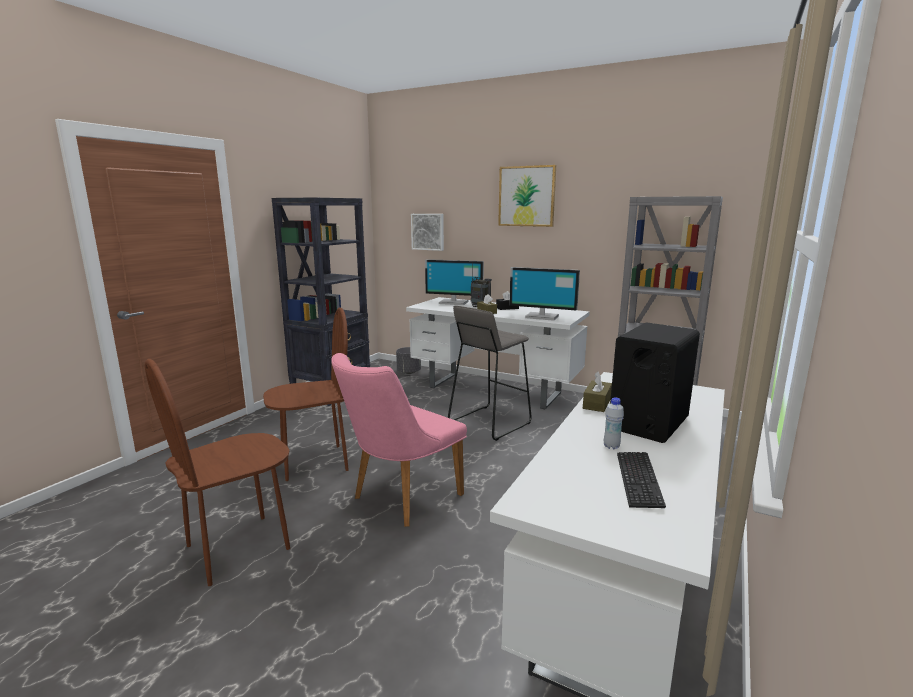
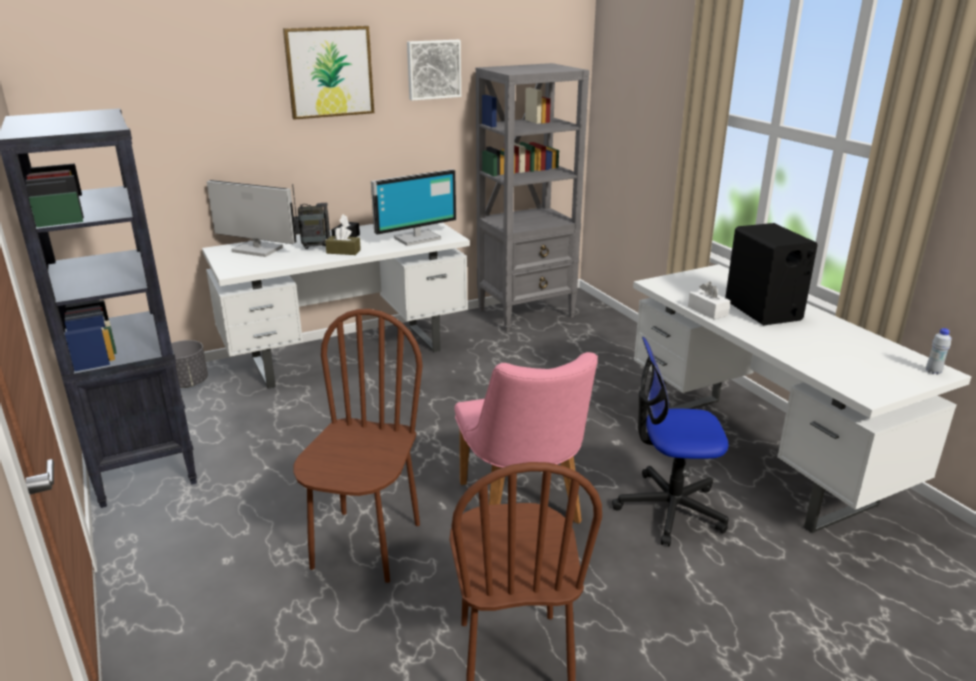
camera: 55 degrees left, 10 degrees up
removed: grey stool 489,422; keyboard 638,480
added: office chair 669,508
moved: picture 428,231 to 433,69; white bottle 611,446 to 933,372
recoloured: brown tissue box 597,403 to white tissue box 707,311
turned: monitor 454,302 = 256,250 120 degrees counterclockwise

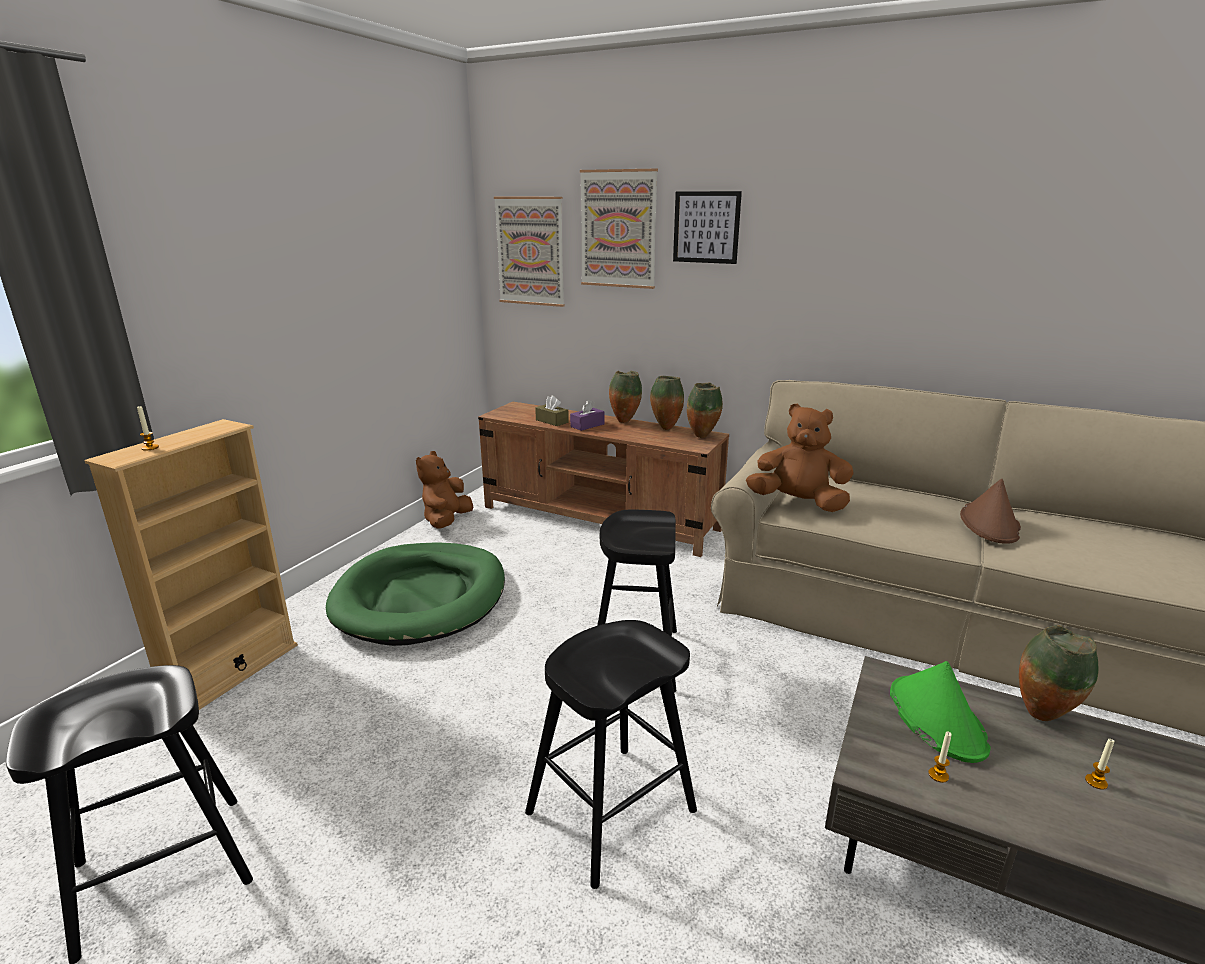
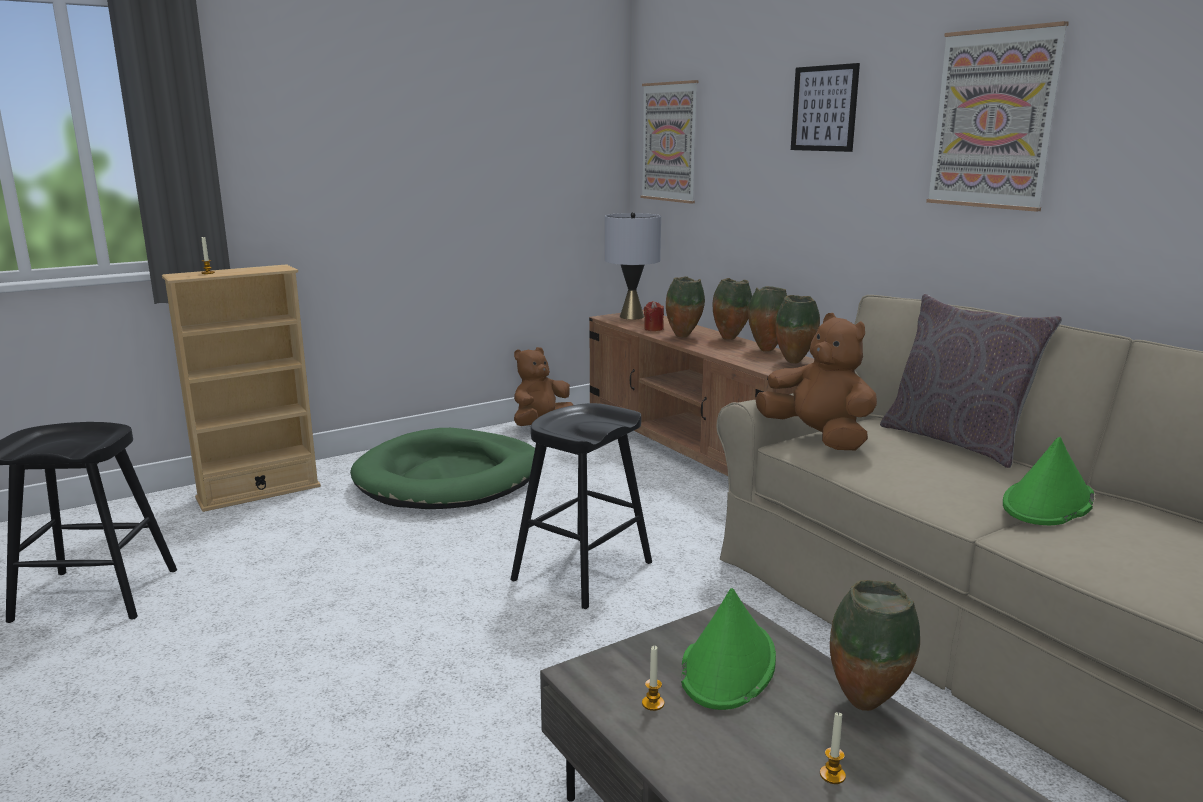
camera: 30 degrees right, 5 degrees down
removed: black stool 610,812
added: grey table lamp 632,317; grey pillow 955,441
moved: picture 618,229 to 993,119
replaced: brown tissue box 552,421 to red candle 653,329; purple tissue box 587,425 to vase 684,337
recoloured: brown hat 989,524 to green hat 1047,503

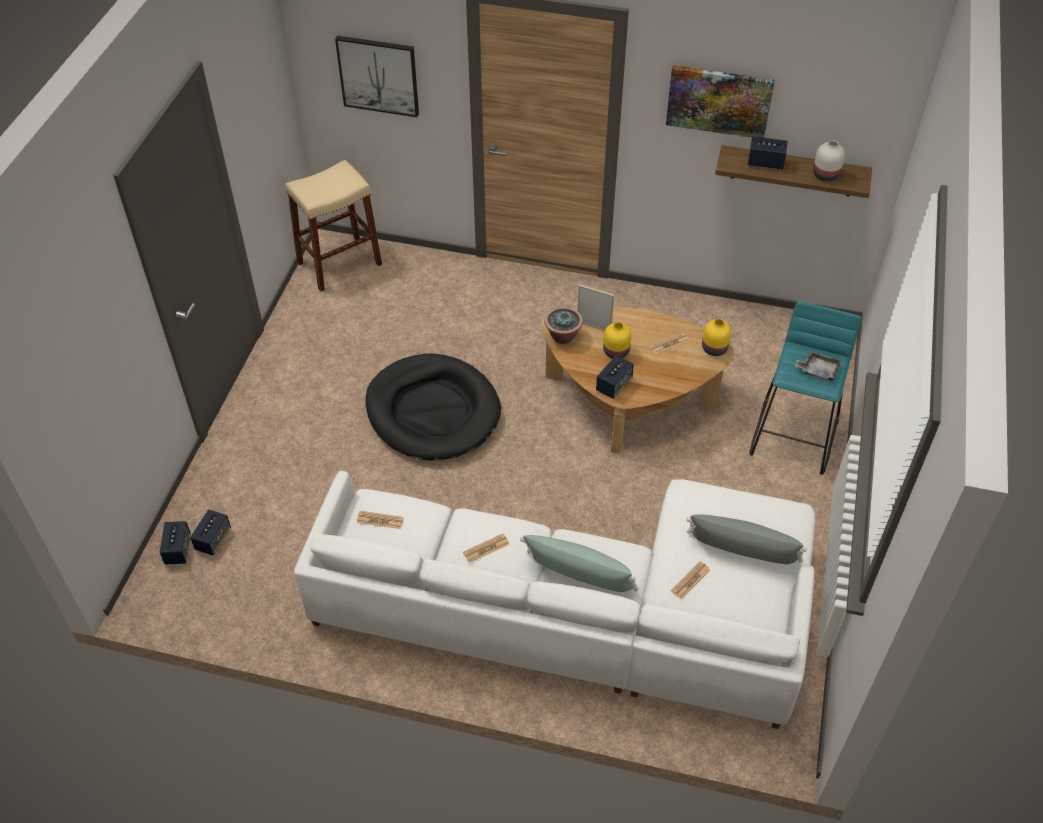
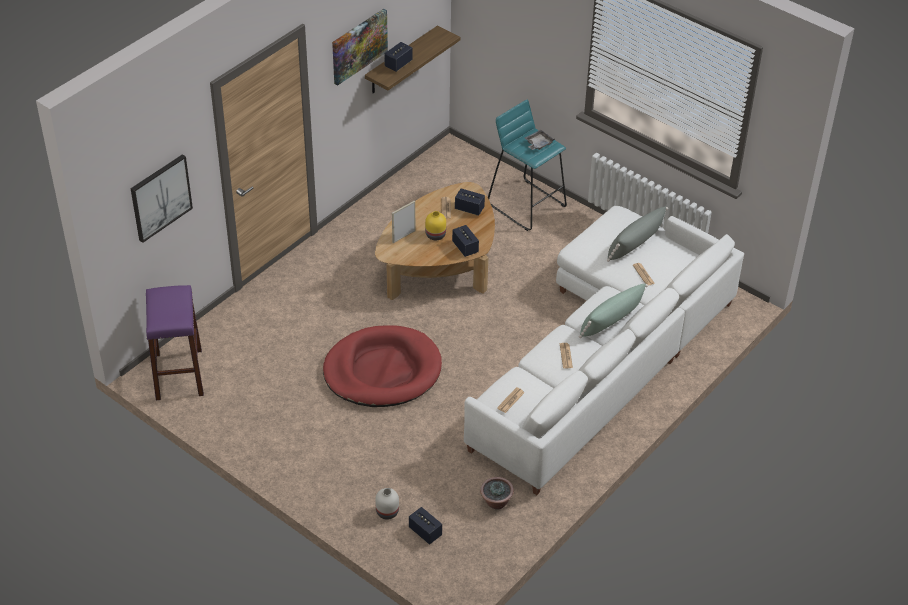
camera: 65 degrees left, 5 degrees down
removed: yellow vase 715,348
moved: white vase 826,175 to 388,512; potted plant 562,336 to 496,502; speaker 178,550 to 469,209
recoloured: beige stool 339,264 to purple stool 179,374; black dog bed 432,411 to red dog bed 382,371

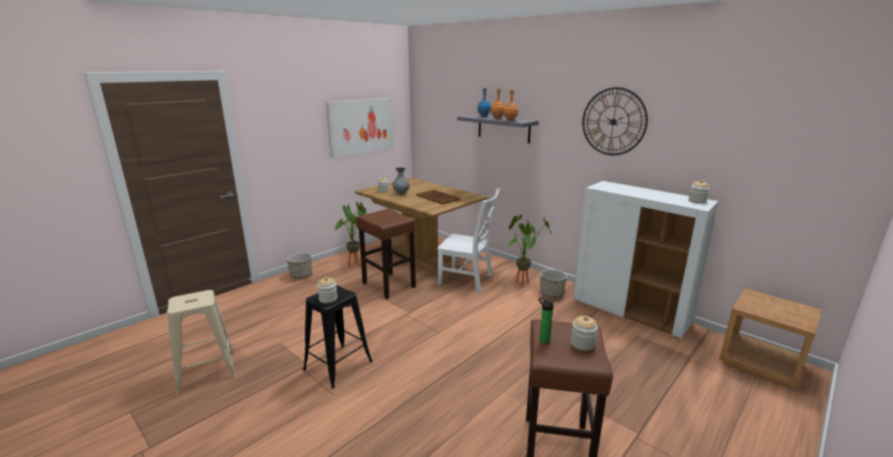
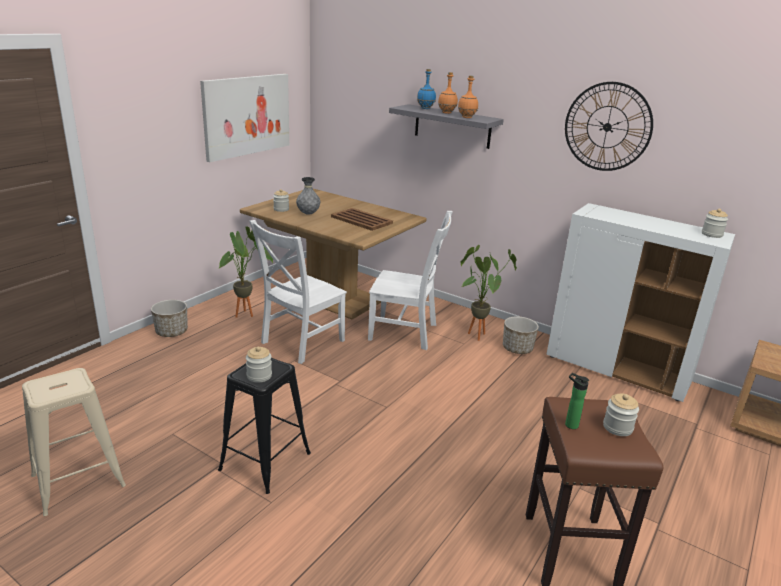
camera: 10 degrees left, 5 degrees up
replaced: brown stool 388,285 to white chair 300,343

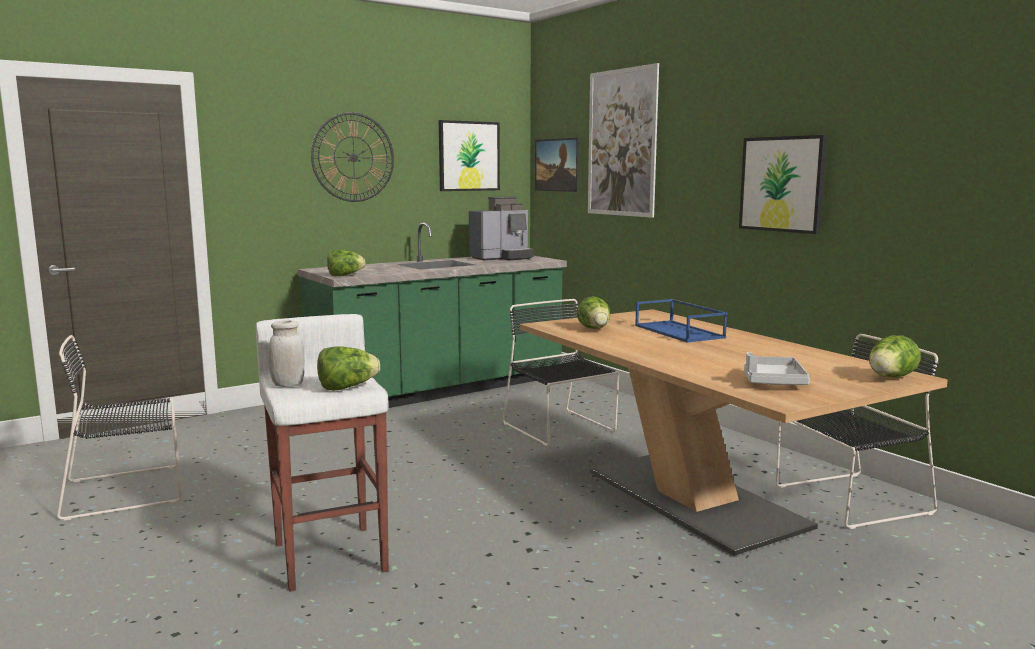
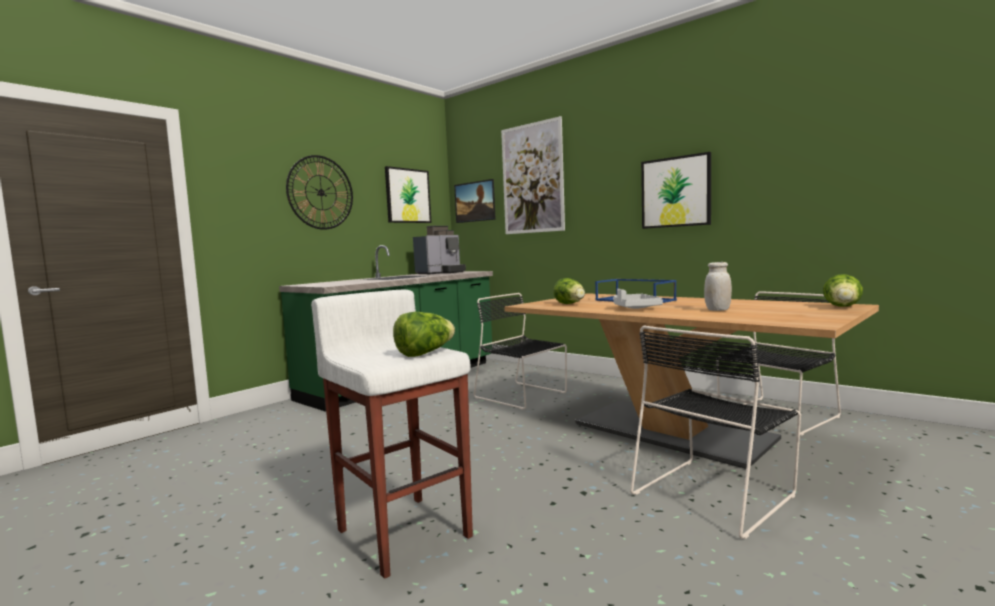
camera: 15 degrees left, 5 degrees down
removed: lettuce 345,275
moved: white jar 288,385 to 717,310; black chair 129,490 to 715,493; grey tray 772,381 to 634,308

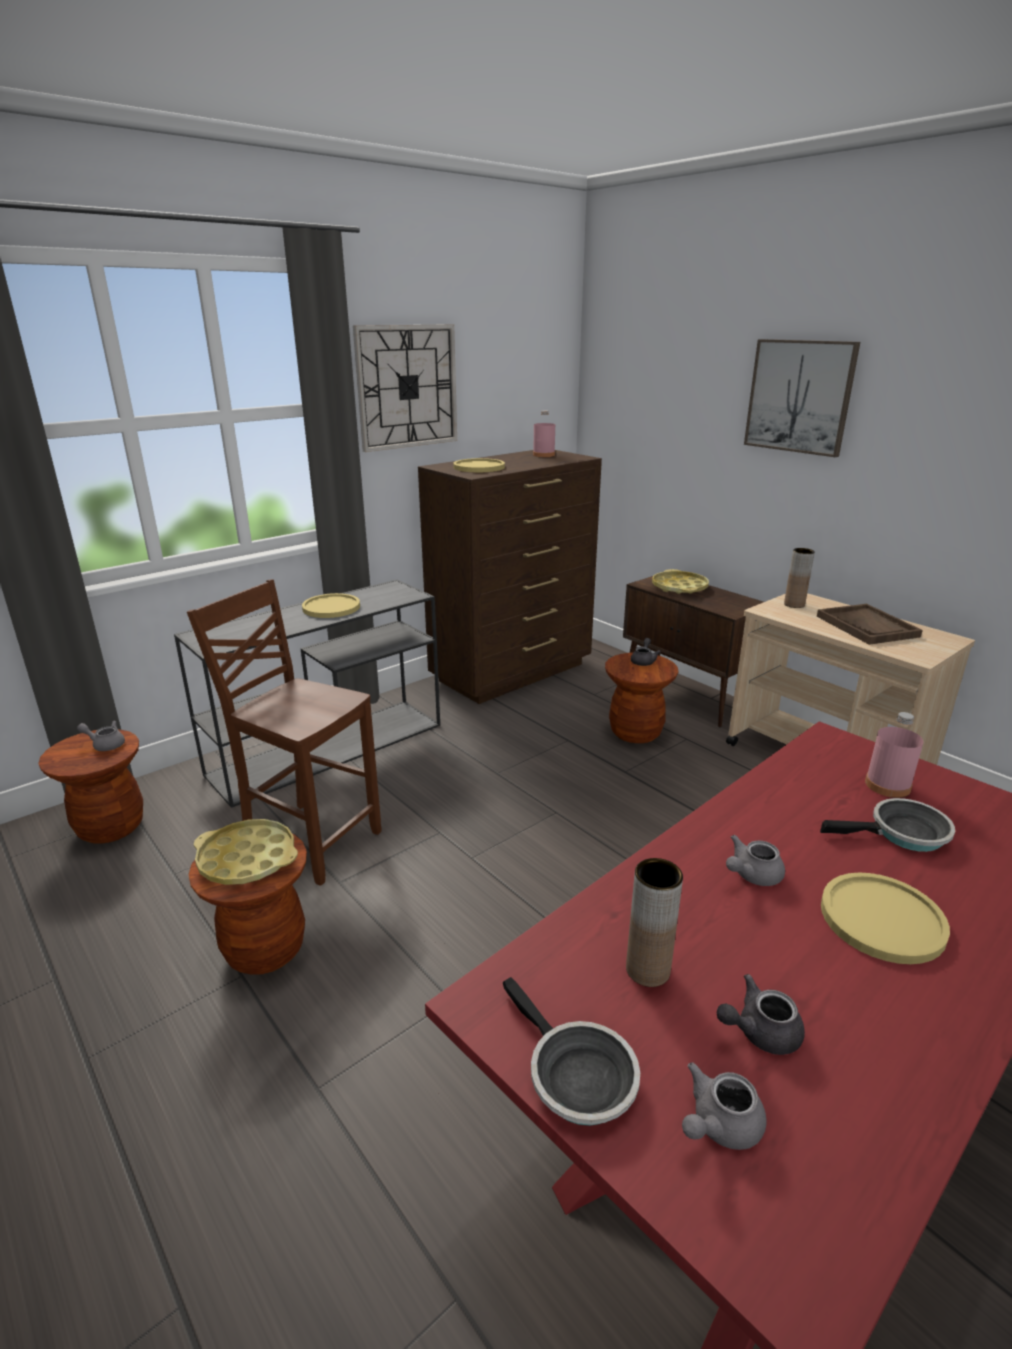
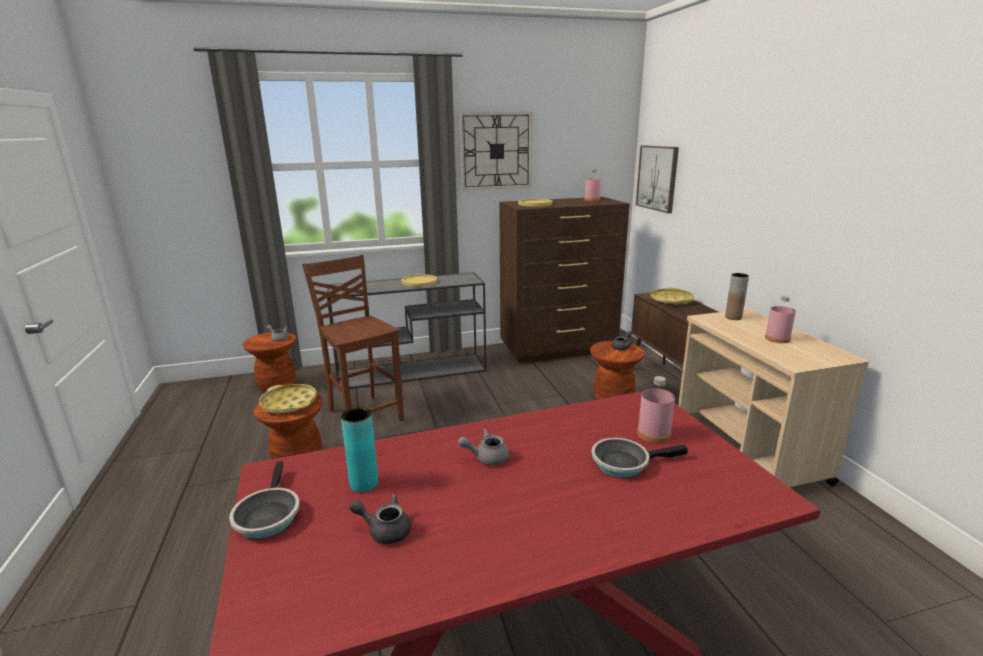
camera: 25 degrees right, 5 degrees down
removed: yellow plate 882,919; grey teapot 719,1125
moved: picture 799,396 to 657,178
replaced: brown tray 867,626 to pink bottle 777,339
recoloured: brown vase 647,970 to turquoise vase 364,483
turned: frying pan 903,833 = 624,463 150 degrees clockwise

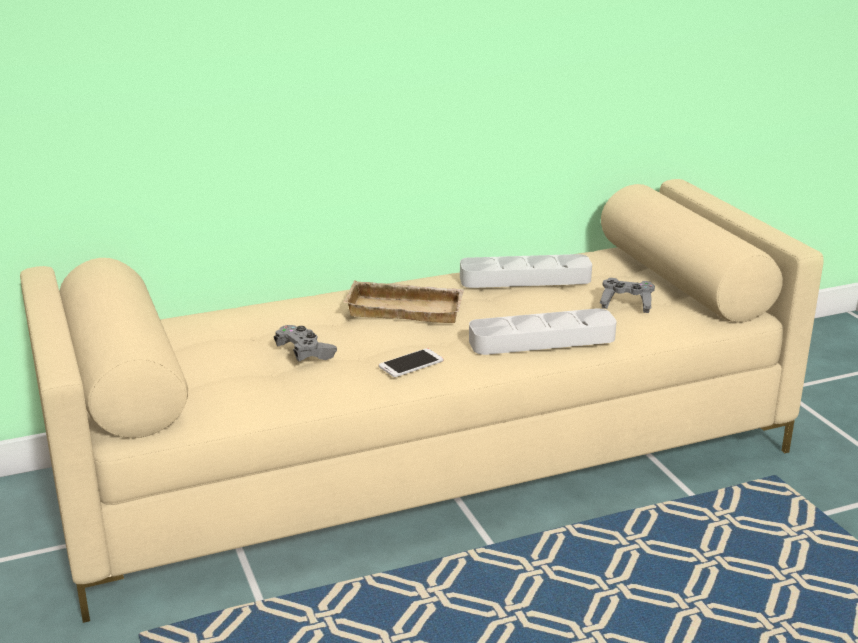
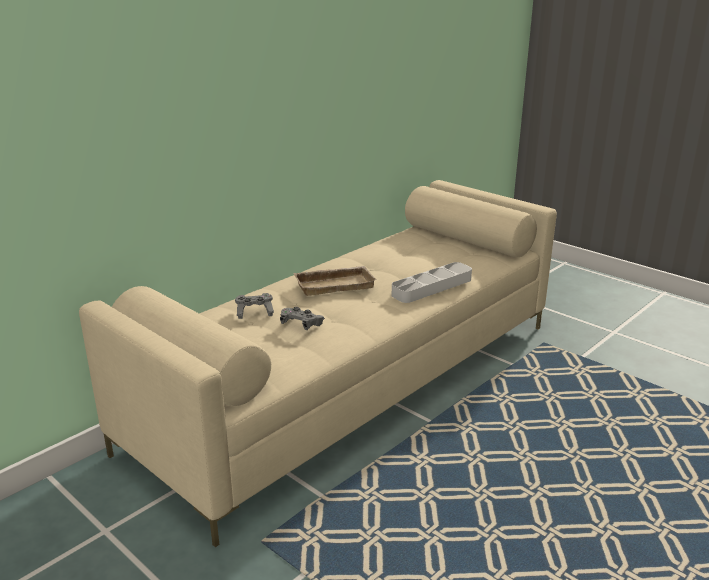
camera: 25 degrees left, 0 degrees up
removed: grey tray 525,278; phone 411,363
moved: grey game controller 626,304 to 254,312

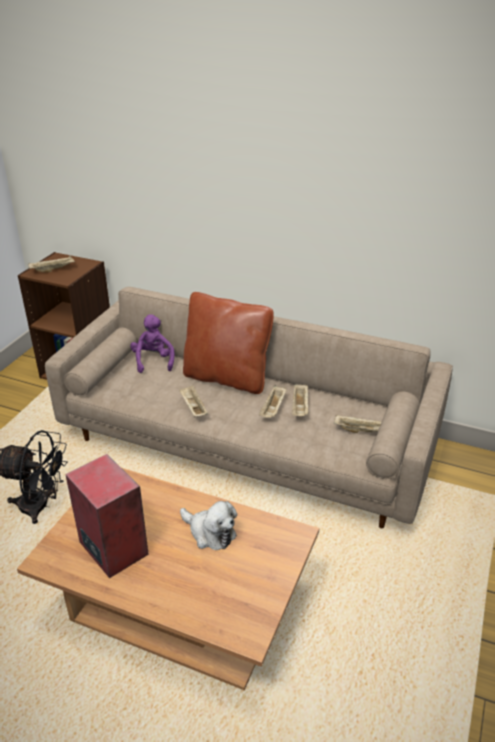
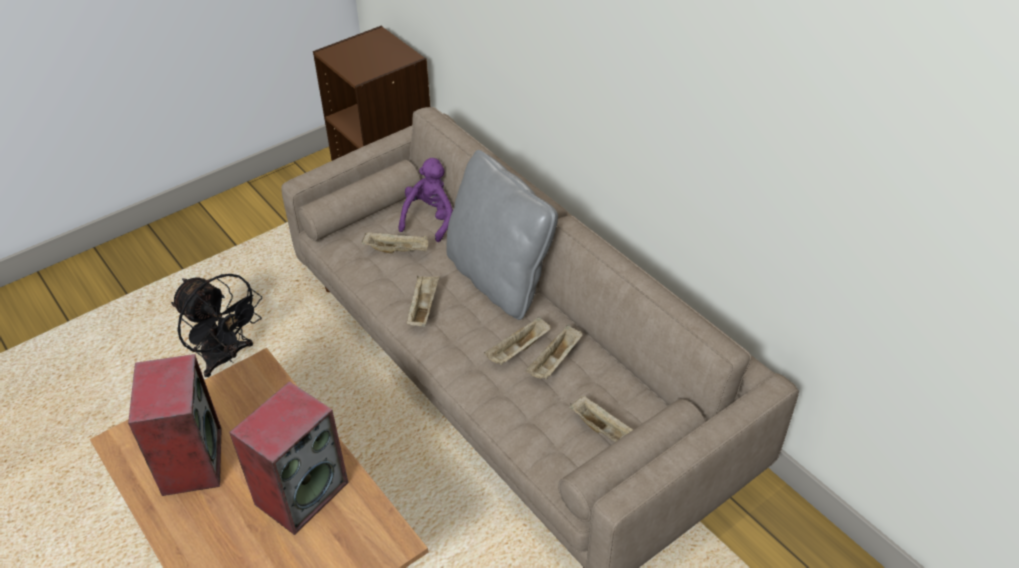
camera: 30 degrees right, 10 degrees up
moved: beige tray 53,270 to 397,250
replaced: plush toy 210,533 to speaker 302,492
recoloured: brown pillow 227,378 to grey pillow 499,279

